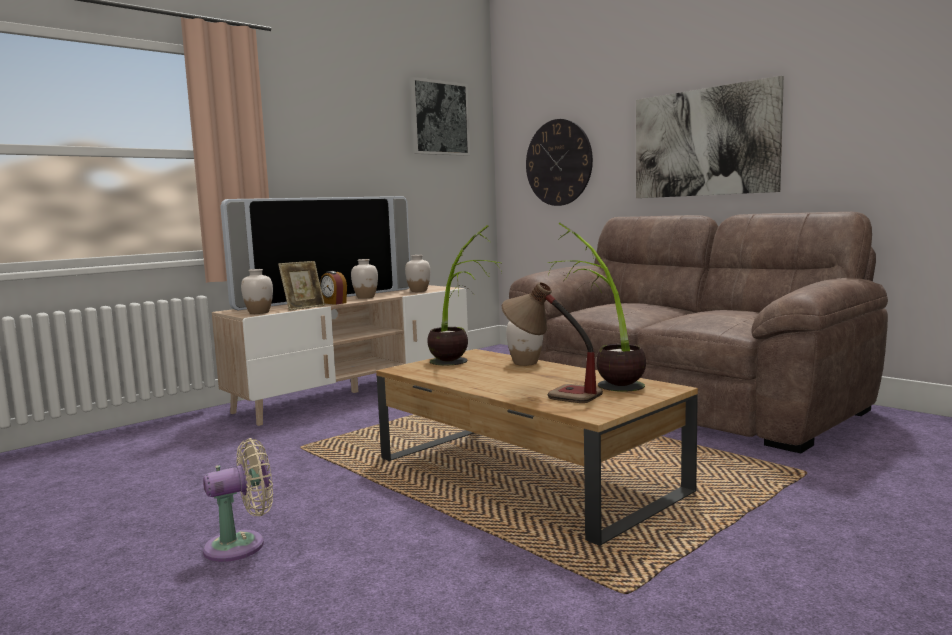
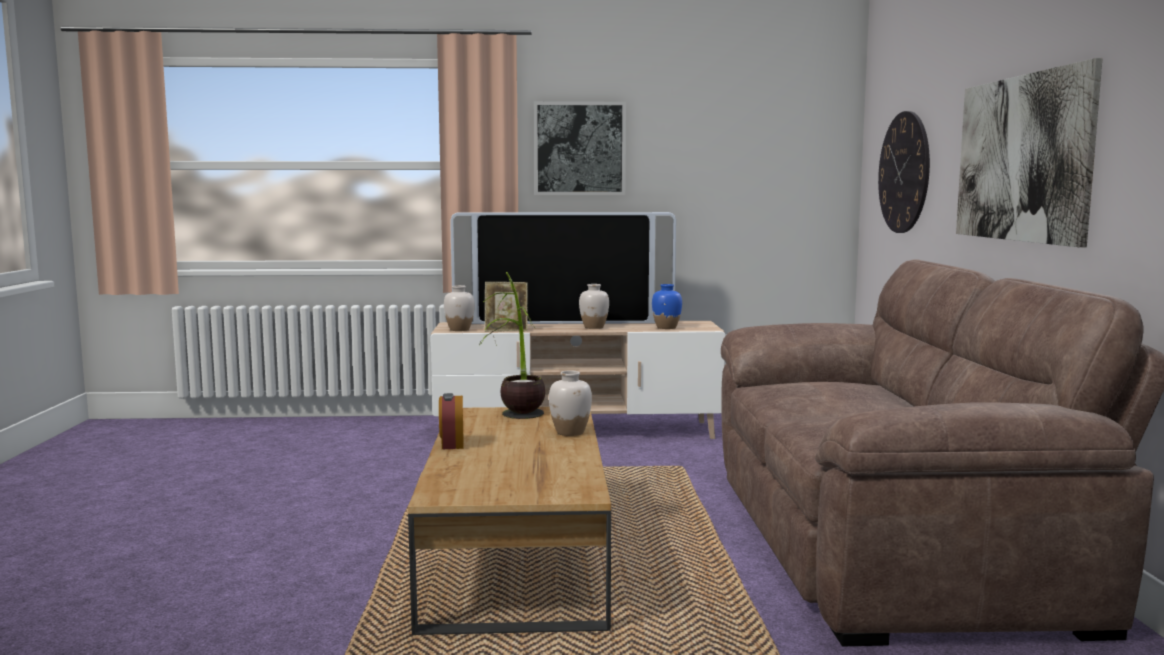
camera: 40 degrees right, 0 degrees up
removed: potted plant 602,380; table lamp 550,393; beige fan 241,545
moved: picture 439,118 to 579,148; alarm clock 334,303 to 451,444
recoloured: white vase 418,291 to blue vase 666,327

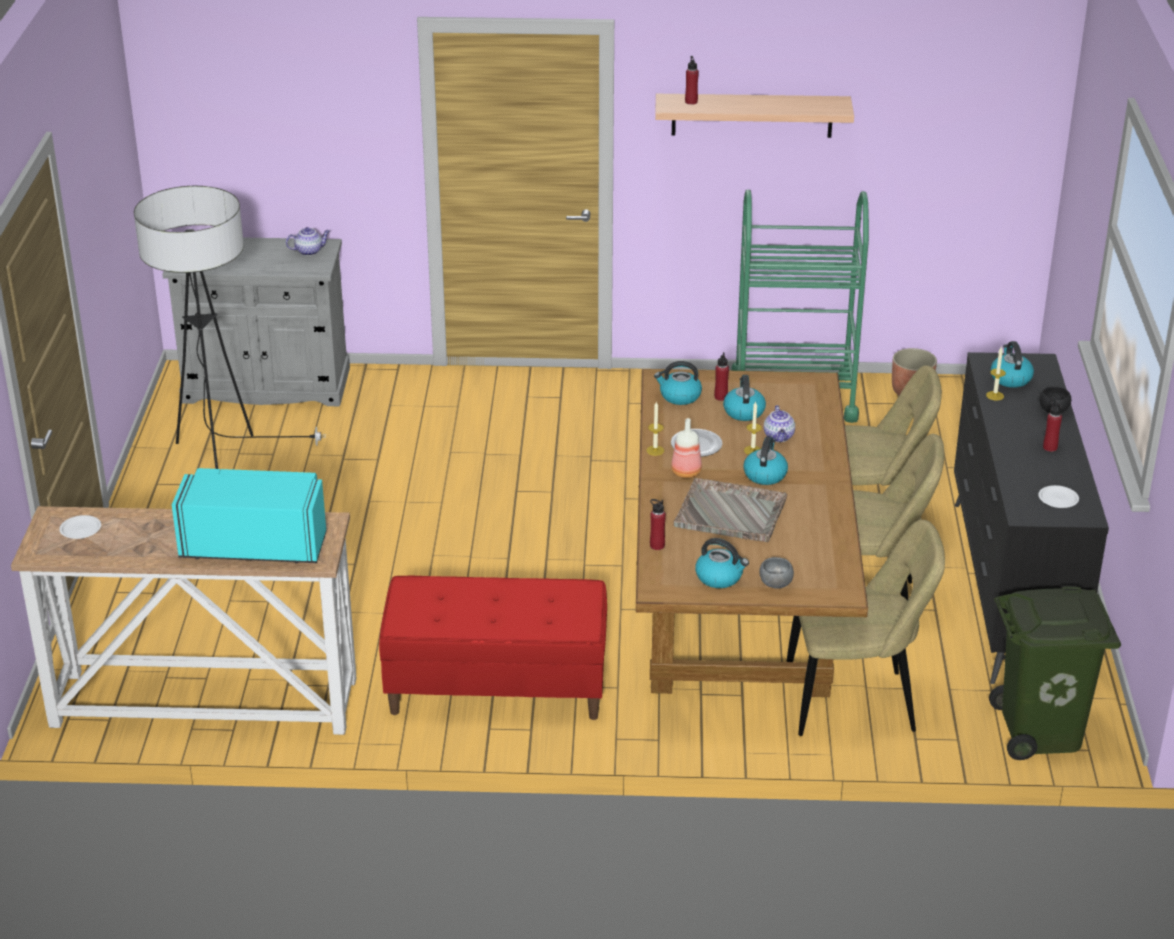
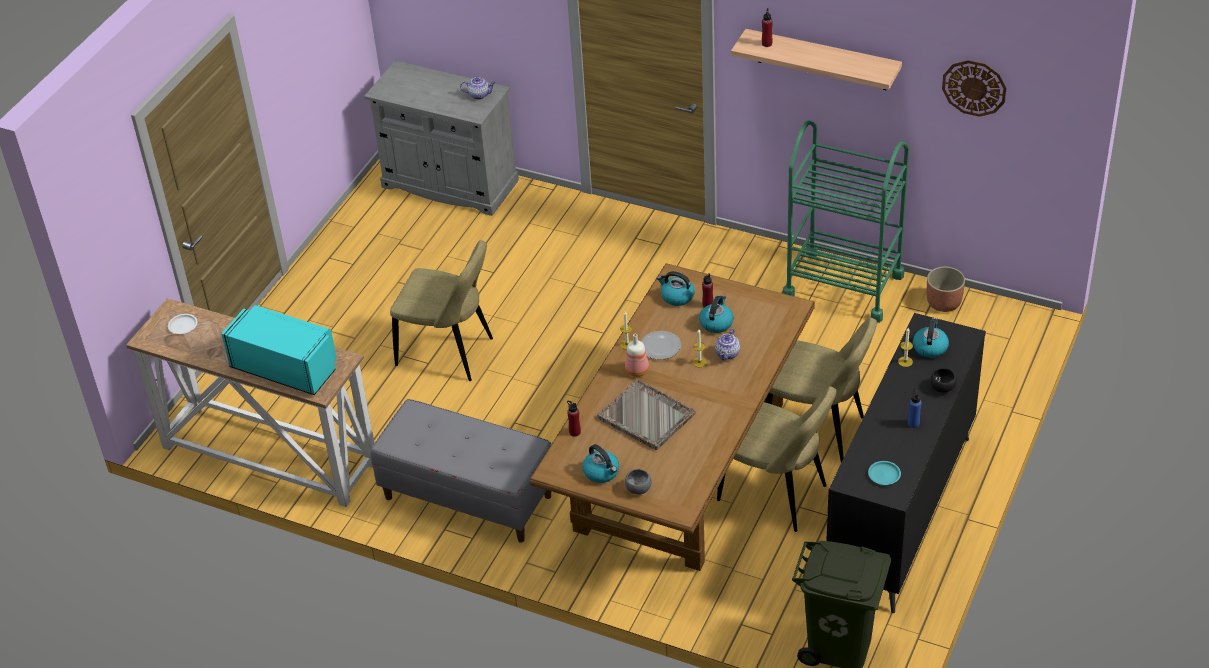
camera: 25 degrees right, 10 degrees up
removed: floor lamp 221,455; kettle 765,474
added: wall clock 974,87
moved: beige chair 856,704 to 449,353
recoloured: red bottle 1050,447 to blue bottle 913,423; white plate 1058,500 to turquoise plate 884,475; red bench 496,689 to grey bench 467,497

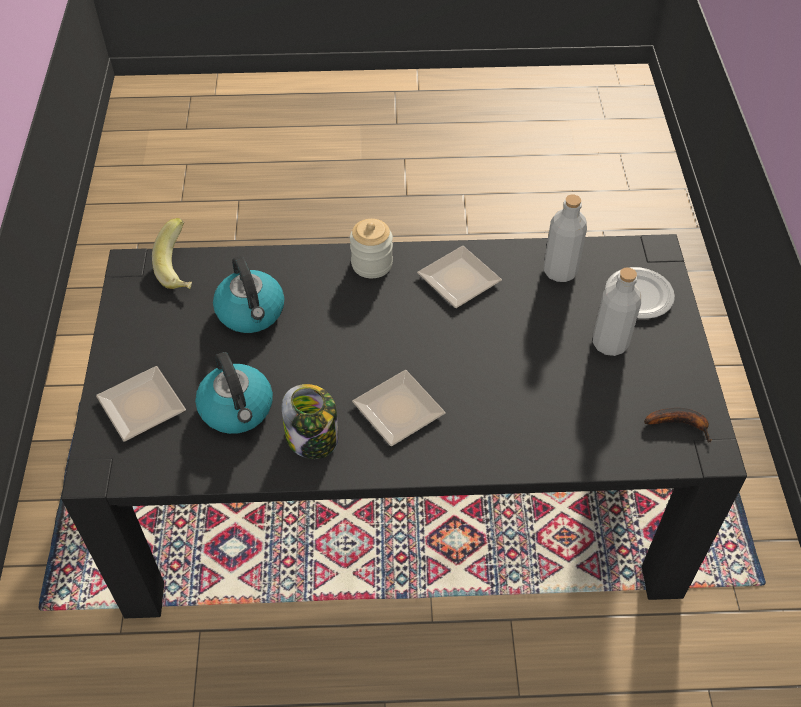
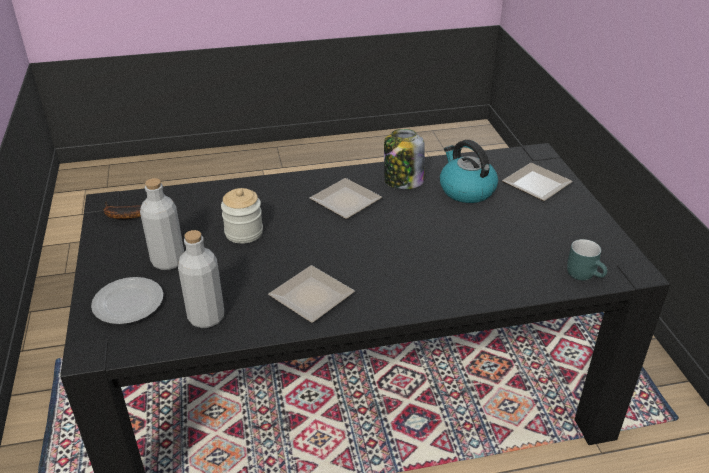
camera: 170 degrees right, 15 degrees down
removed: kettle 251,312
moved: jar 372,264 to 244,233
replaced: banana 181,269 to turquoise mug 585,274

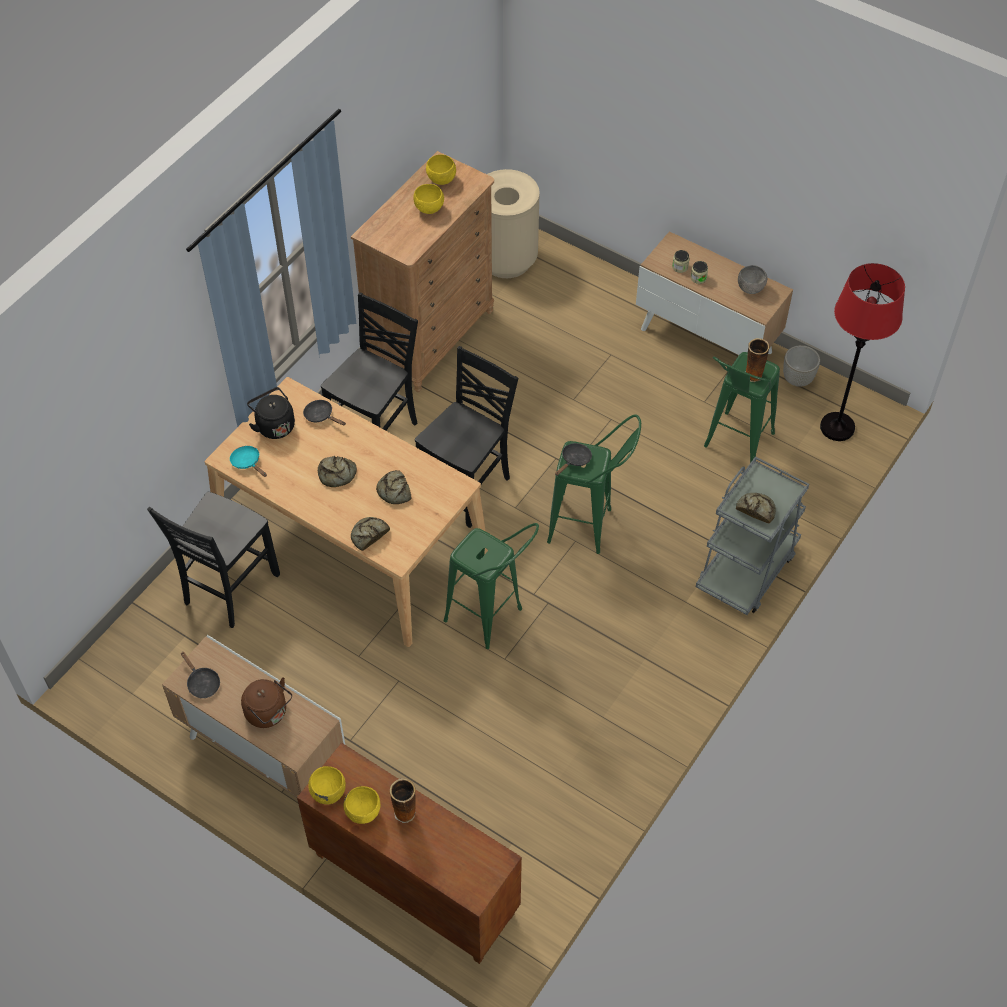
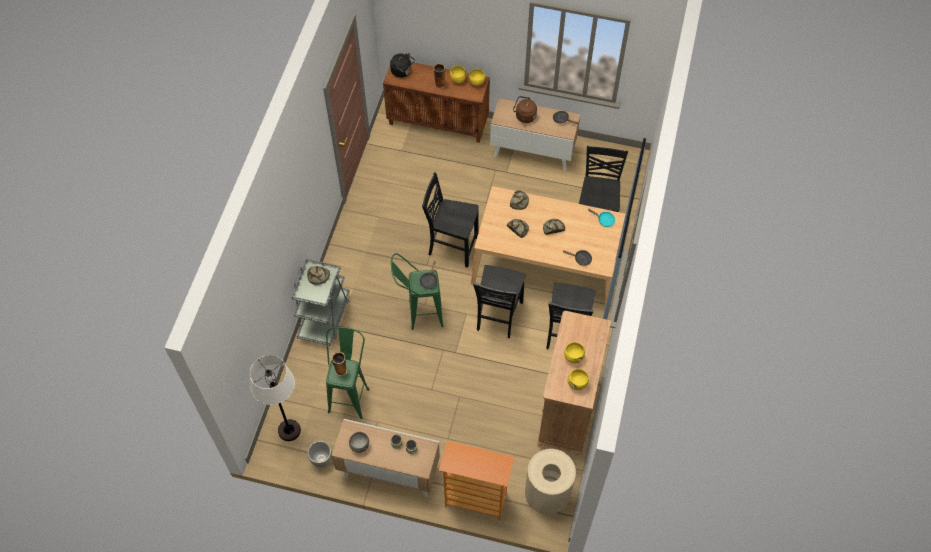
camera: 160 degrees right, 5 degrees up
added: bookcase 475,501
moved: black kettle 274,425 to 402,72
replaced: green stool 492,621 to black chair 452,246
recoloured: red floor lamp 837,427 to white floor lamp 289,430

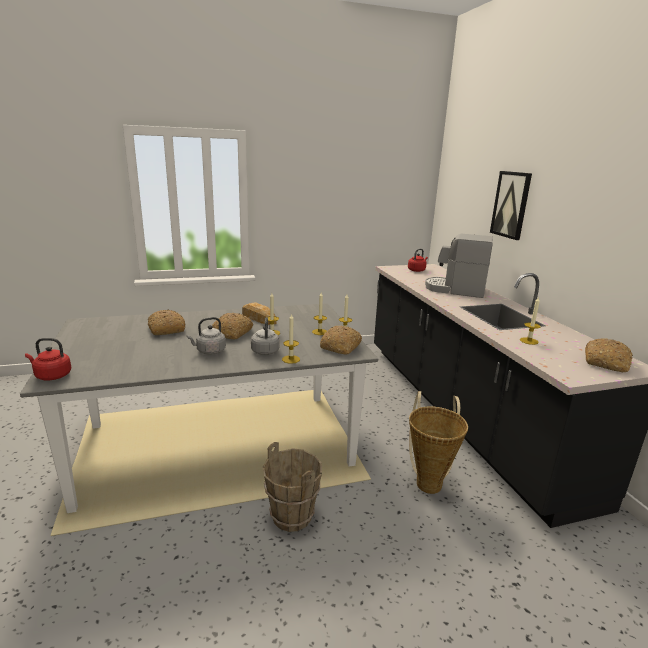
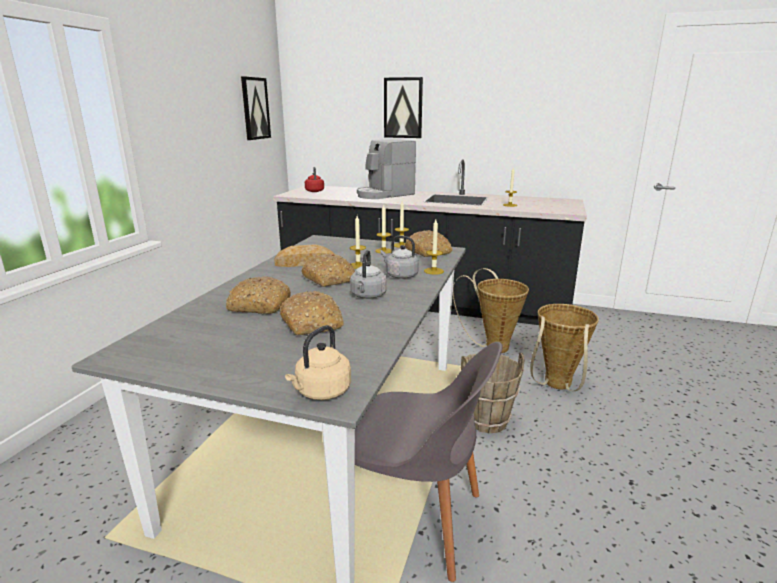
camera: 55 degrees left, 0 degrees up
added: picture 255,108; basket 556,386; grey chair 414,519
moved: bread 606,362 to 312,323
recoloured: red kettle 51,376 to beige kettle 321,392

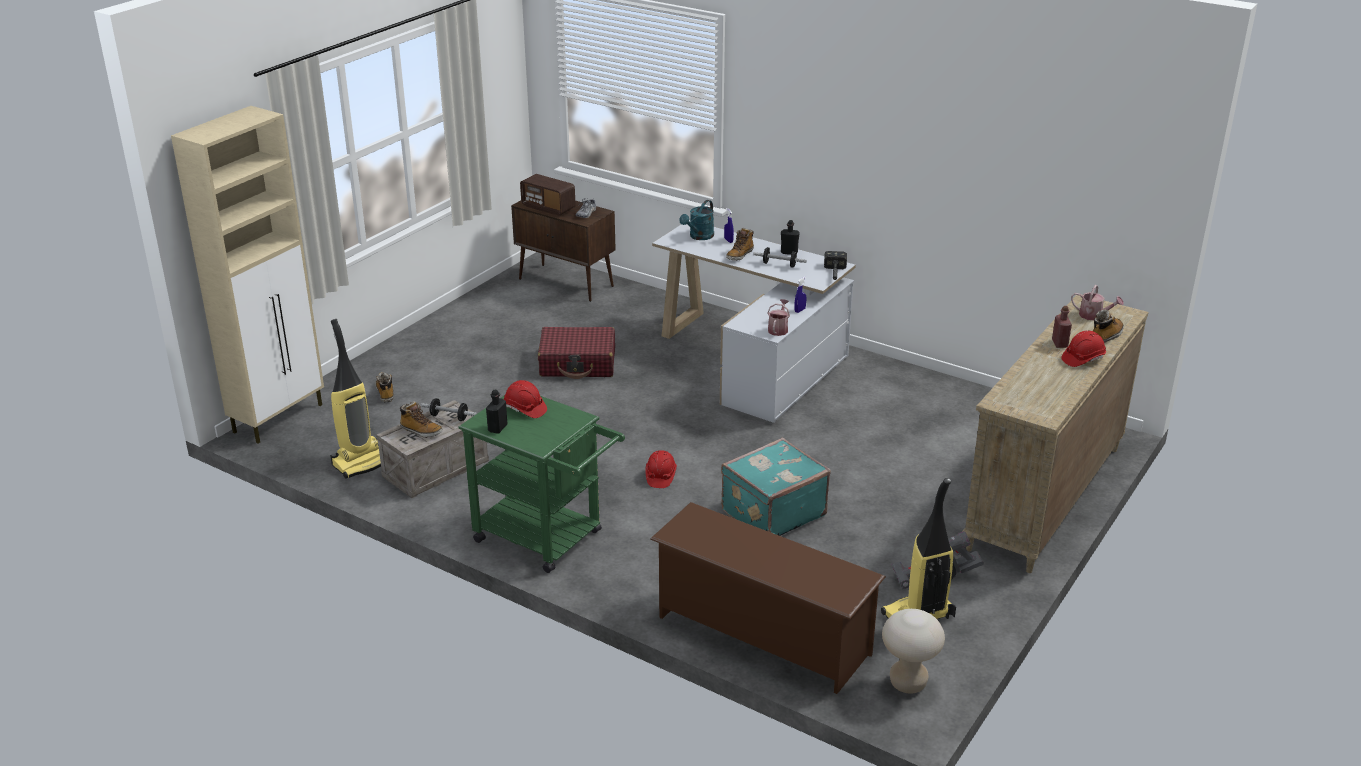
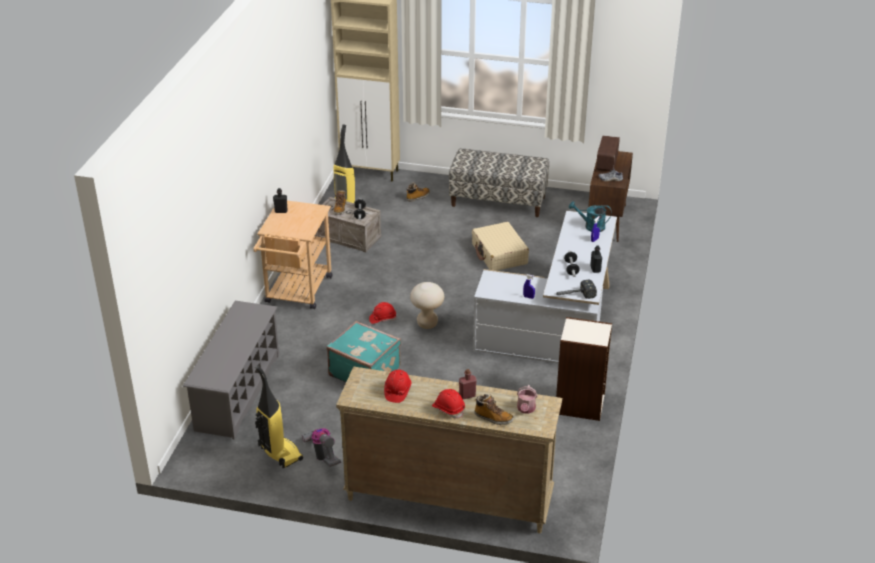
camera: 70 degrees right, 5 degrees up
removed: boot 740,255; watering can 778,329
added: bench 498,201; bookcase 580,405
moved: red hard hat 525,409 to 397,391; beige stool 908,683 to 427,324
recoloured: red suitcase 578,363 to beige suitcase 499,254; green cart 547,539 to beige cart 297,293; brown shoe rack 762,635 to grey shoe rack 237,392

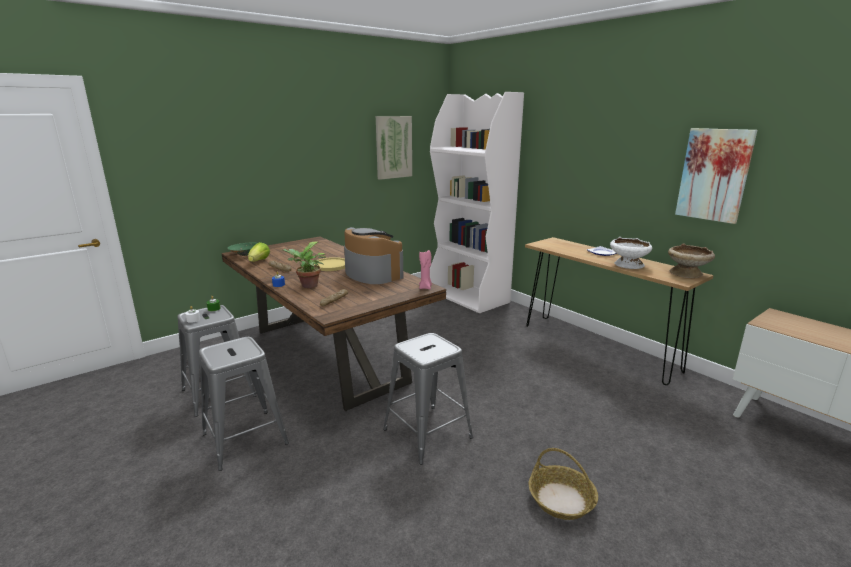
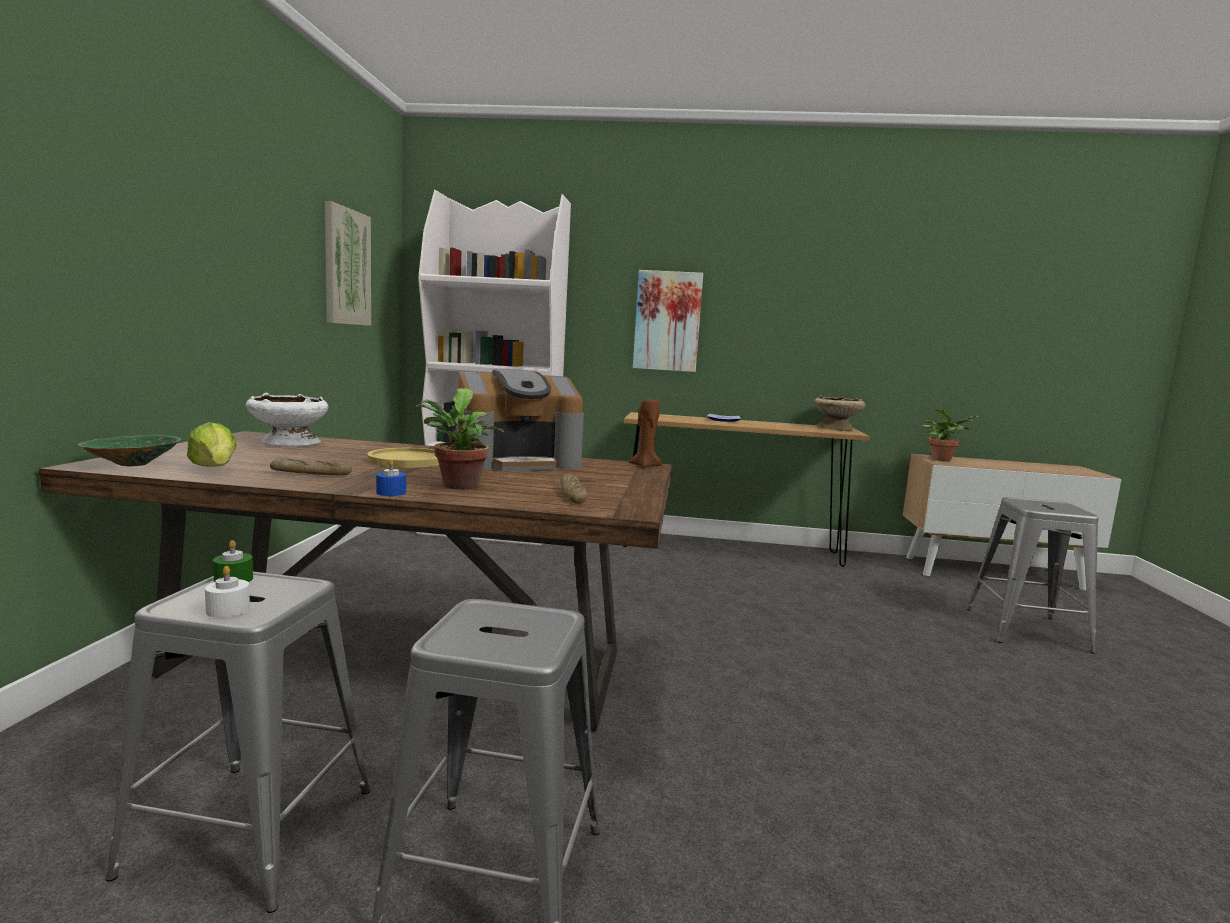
camera: 45 degrees left, 10 degrees down
removed: basket 561,500
added: potted plant 943,460
moved: picture 714,175 to 667,321; white bowl 627,265 to 288,443; grey stool 427,433 to 1025,629
recoloured: pink candle 425,287 to brown candle 645,466
turned: coffee machine 372,274 = 517,462 150 degrees clockwise

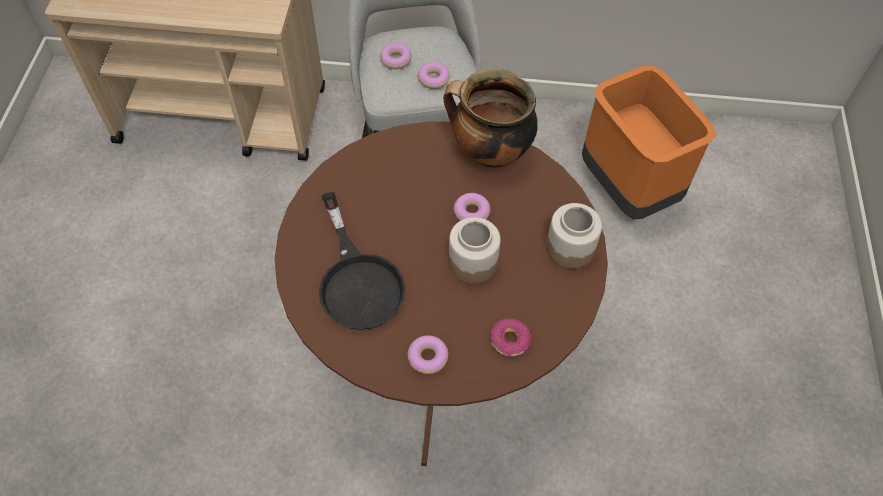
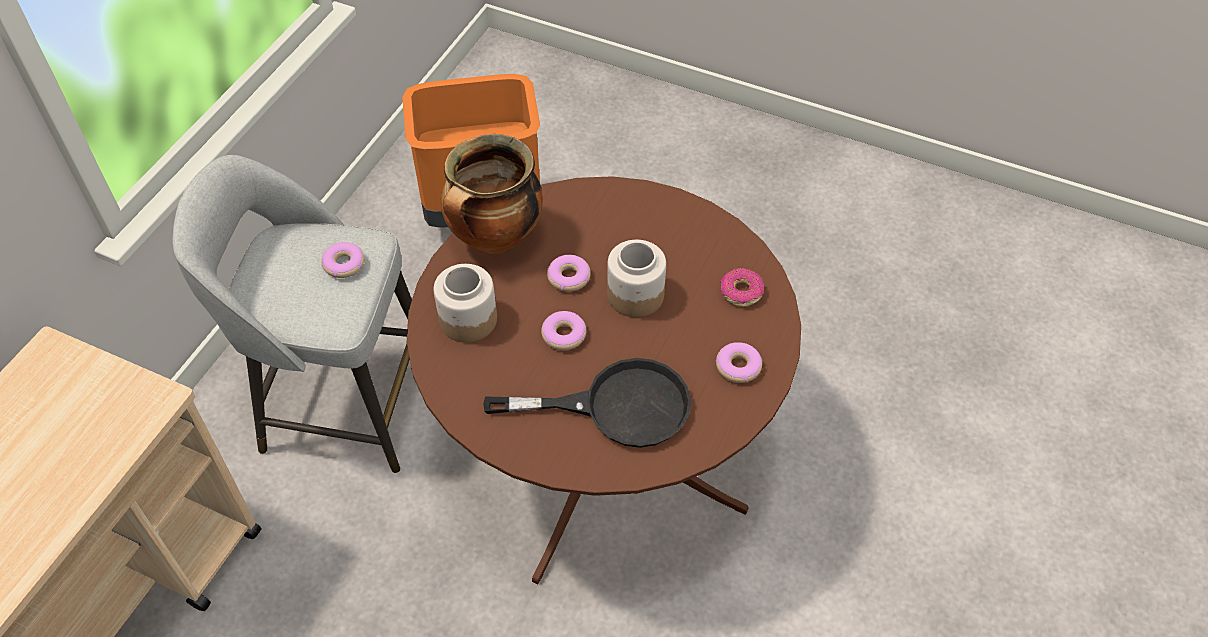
camera: 70 degrees left, 5 degrees down
moved: donut 395,60 to 564,335; jar 570,248 to 467,319

